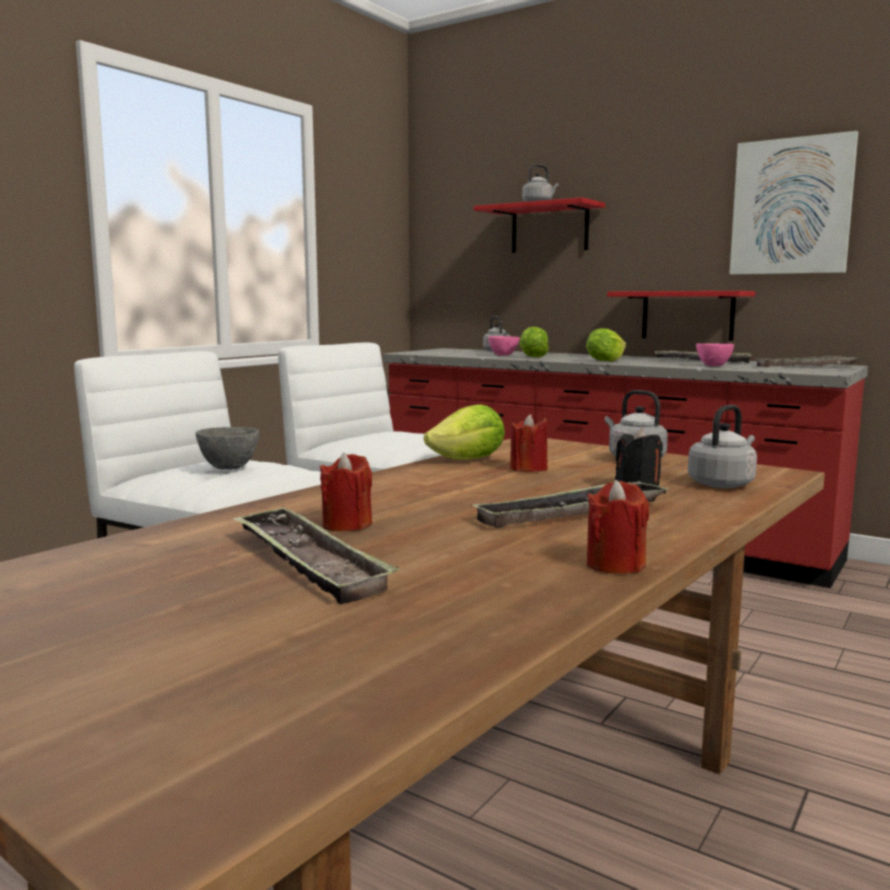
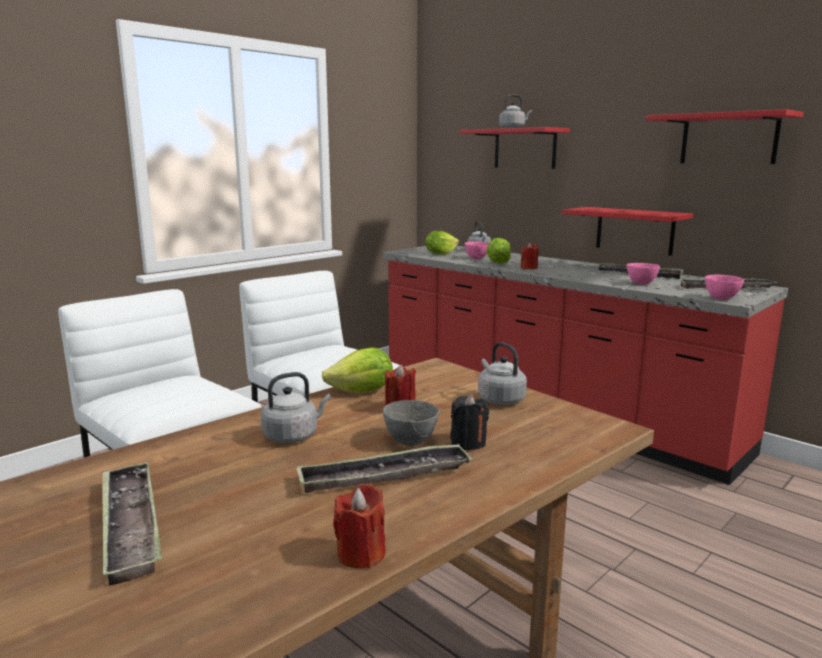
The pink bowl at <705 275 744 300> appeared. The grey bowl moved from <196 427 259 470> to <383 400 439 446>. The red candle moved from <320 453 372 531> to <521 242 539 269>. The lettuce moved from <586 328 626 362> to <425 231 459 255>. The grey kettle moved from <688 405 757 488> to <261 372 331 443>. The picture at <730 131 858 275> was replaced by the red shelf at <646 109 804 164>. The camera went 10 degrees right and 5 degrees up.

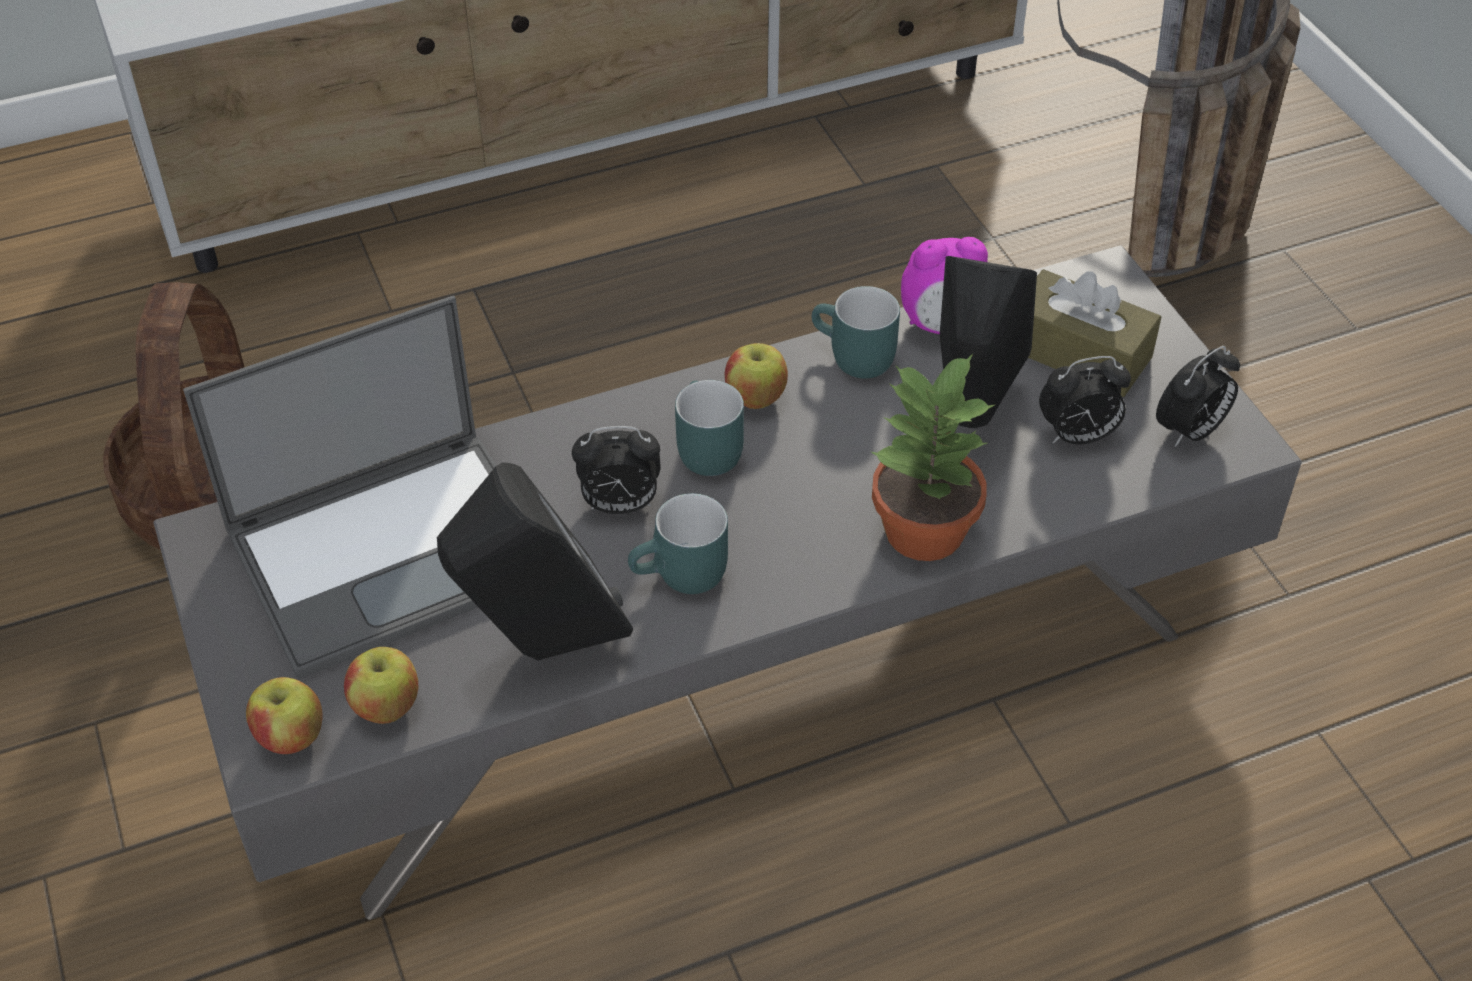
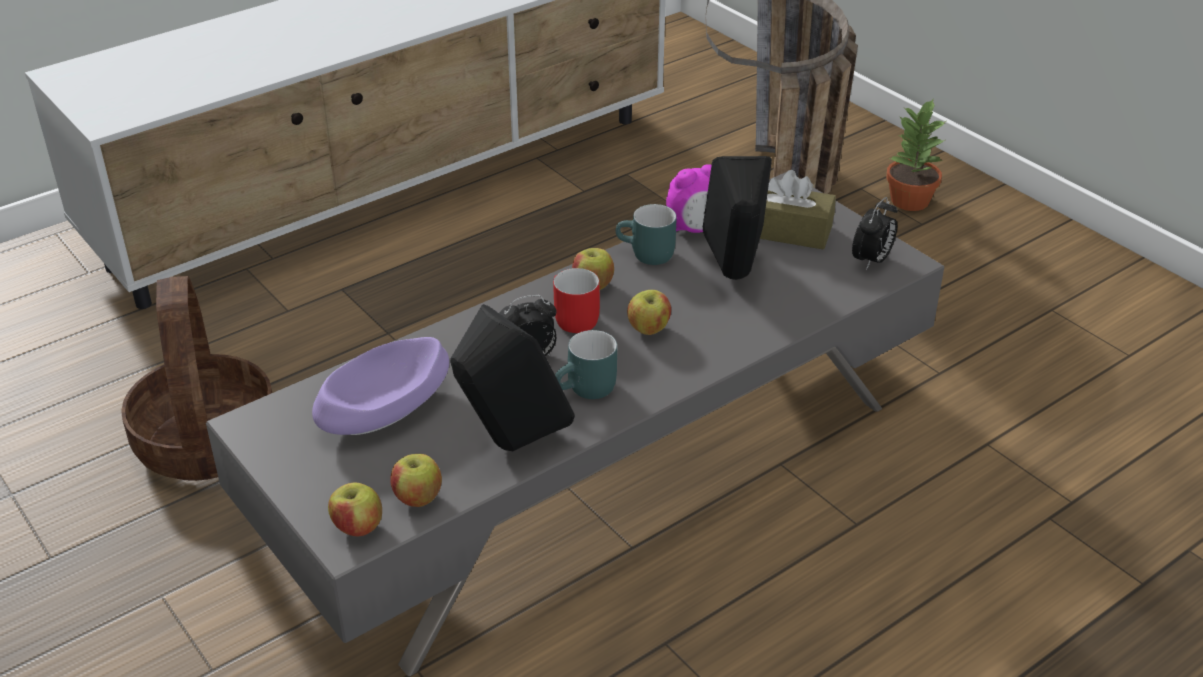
The alarm clock at <1039 356 1131 445> disappeared. The apple at <627 290 671 335> appeared. The potted plant moved from <871 354 996 561> to <886 98 946 211>. The laptop at <183 295 496 680> was replaced by the purple bowl at <312 337 449 435>. The turquoise mug at <675 380 744 476> became the red mug at <553 268 600 333>. The camera went 15 degrees left and 10 degrees down.

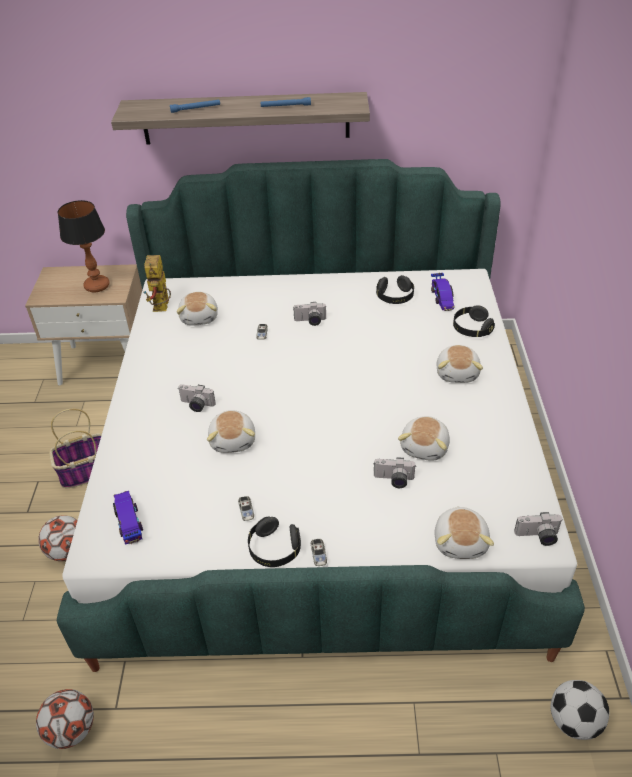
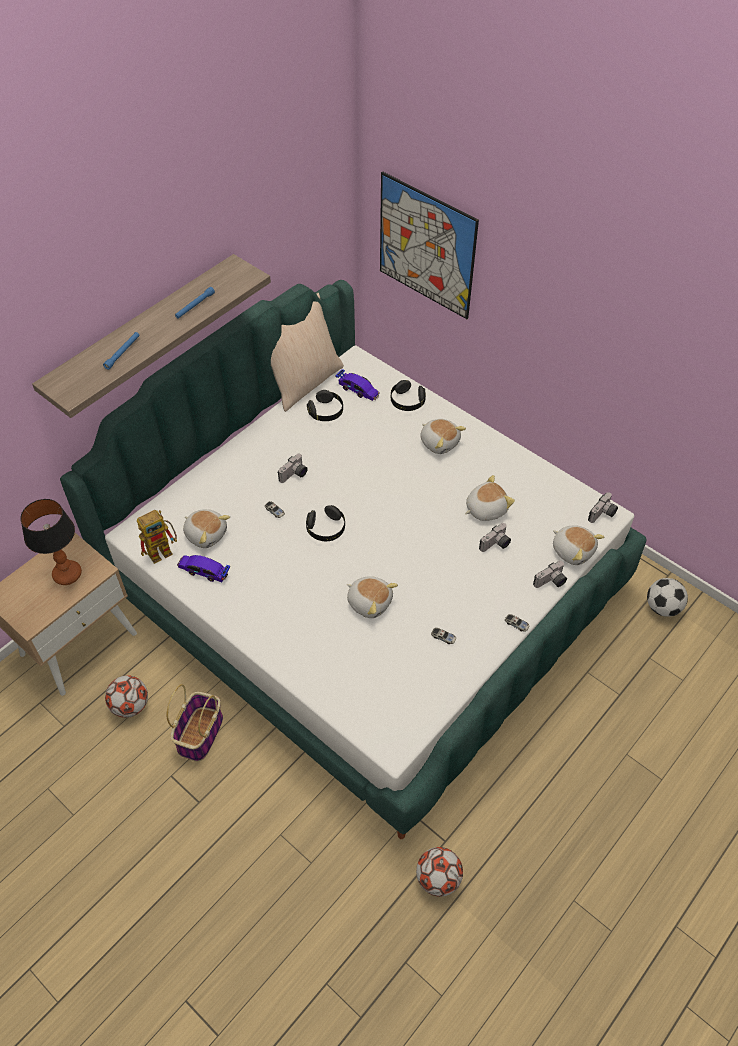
The beige pillow at <271 293 344 412> appeared. The picture at <380 171 479 319> appeared. The football moved from <38 515 78 561> to <105 675 148 718>. The toy car moved from <113 491 143 545> to <177 555 230 582>. The photo camera moved from <178 384 216 412> to <533 561 567 588>. The black headphones moved from <248 517 301 567> to <306 505 345 541>. The toy robot at <143 255 171 312> turned 75 degrees counterclockwise. The plush toy at <398 416 450 461> turned 90 degrees counterclockwise. The camera went 50 degrees left and 10 degrees up.

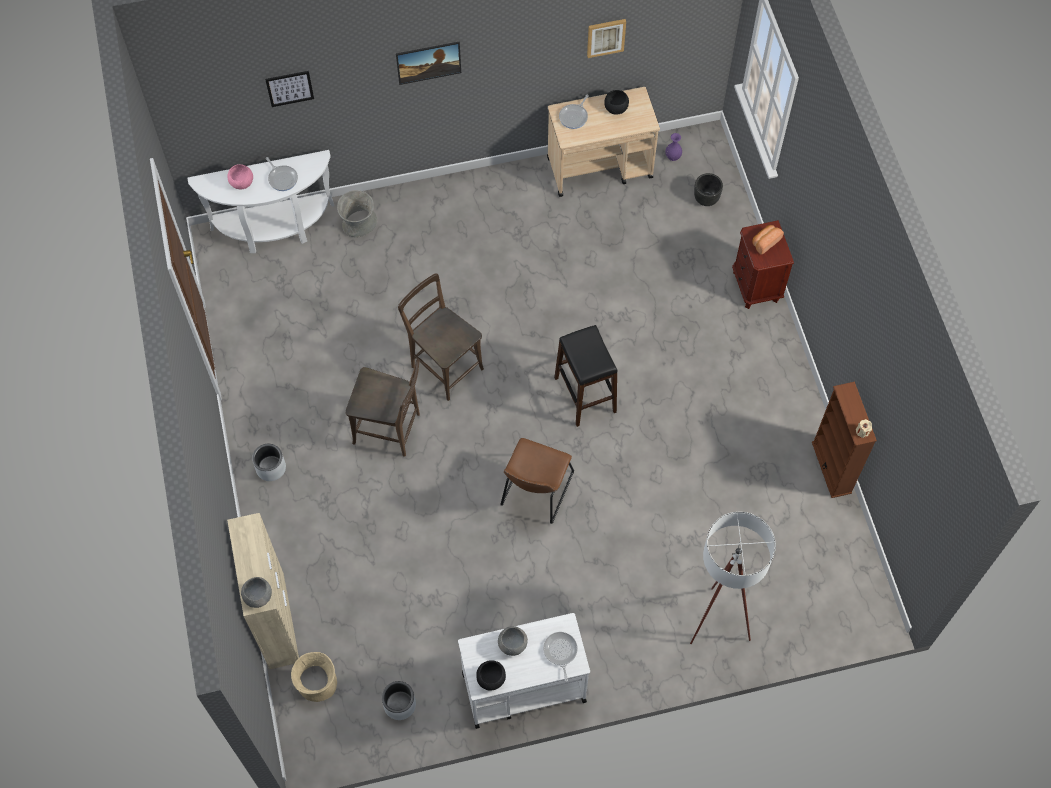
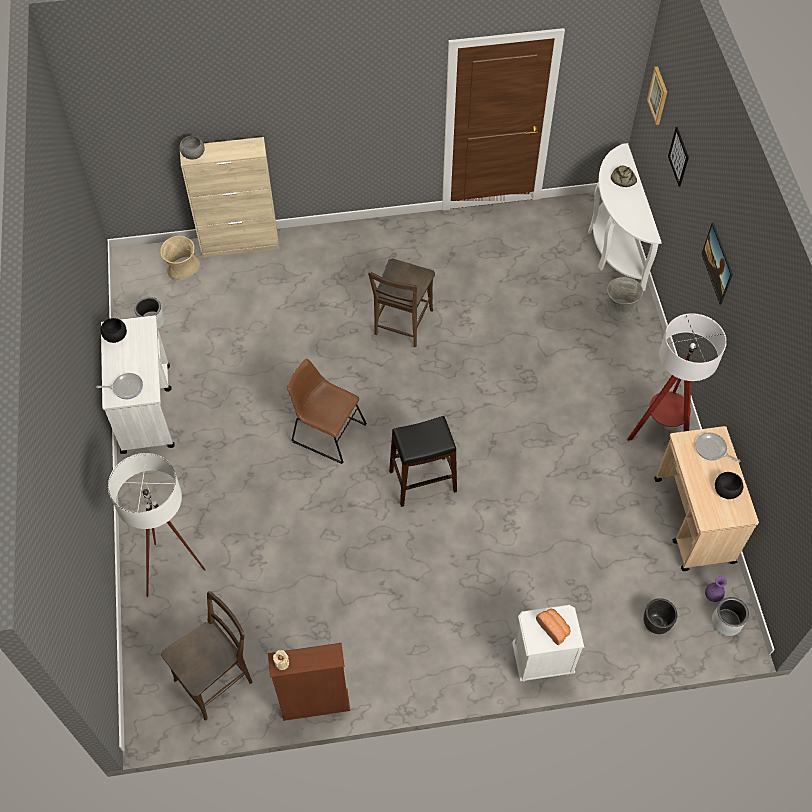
The frying pan at <266 157 298 191> disappeared. The grey bowl at <498 626 528 656> disappeared. The floor lamp at <627 313 727 441> appeared. The grey planter moved from <252 444 286 481> to <712 597 749 636>. The brown chair moved from <398 273 484 401> to <161 591 252 721>. The picture moved from <587 19 626 58> to <647 67 667 125>. The pink bowl at <227 164 253 189> was replaced by the bread at <611 166 637 187>. The brown nightstand at <732 220 794 309> became the white nightstand at <512 605 584 682>. The camera went 95 degrees right and 5 degrees down.

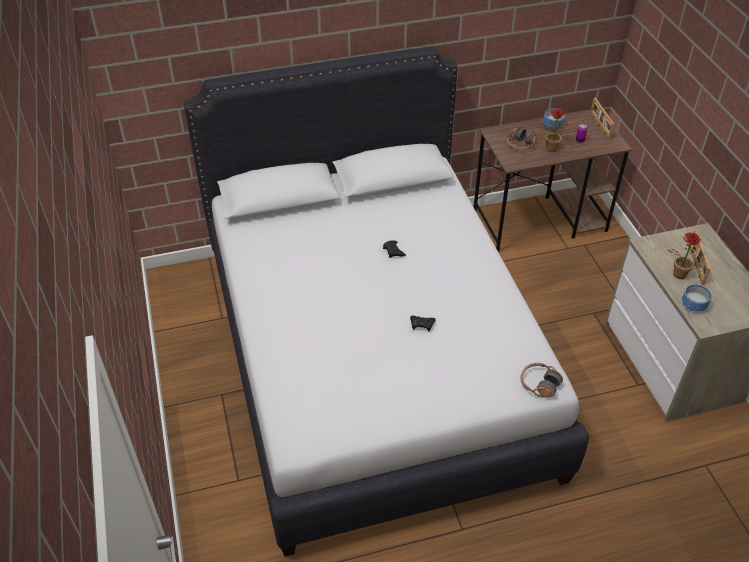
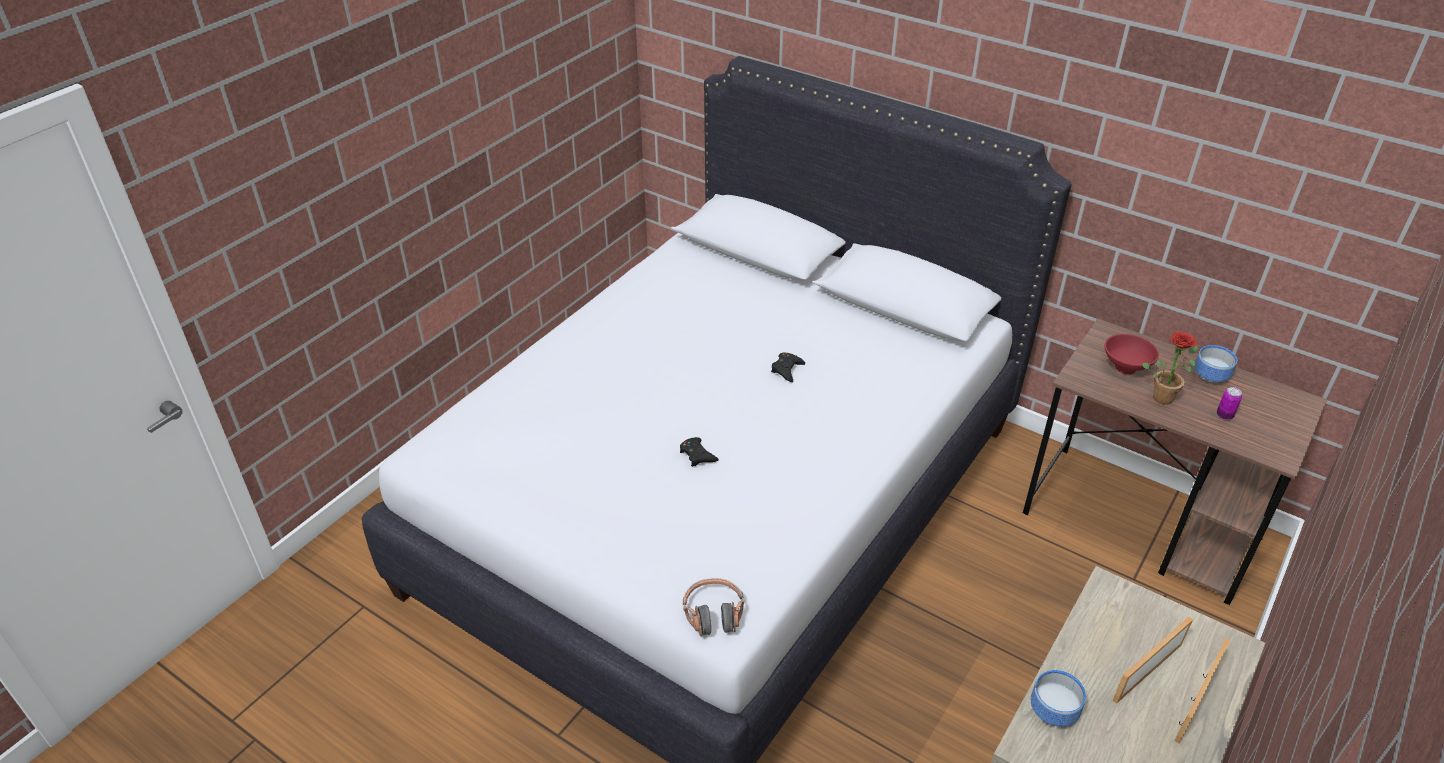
The potted plant at <667 233 703 279> disappeared. The picture frame moved from <590 97 614 140> to <1175 638 1231 743>. The headphones at <507 127 537 150> was replaced by the red bowl at <1105 334 1159 375>. The camera went 50 degrees right and 5 degrees down.

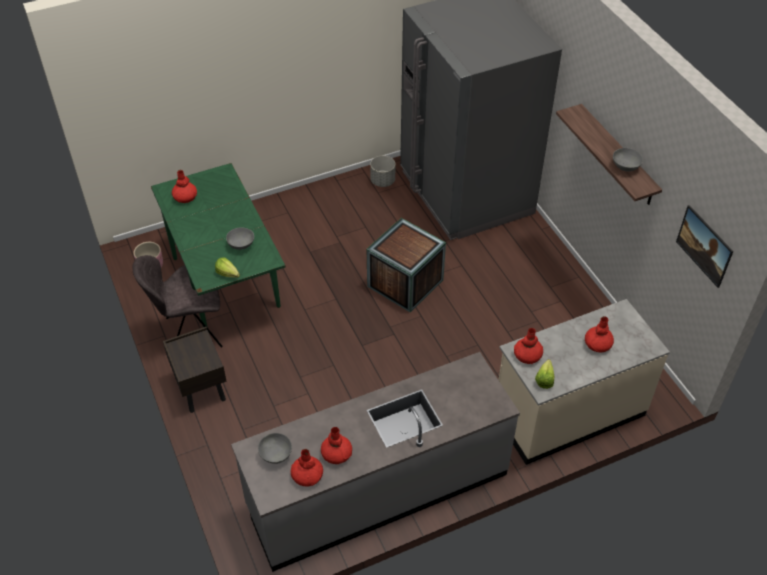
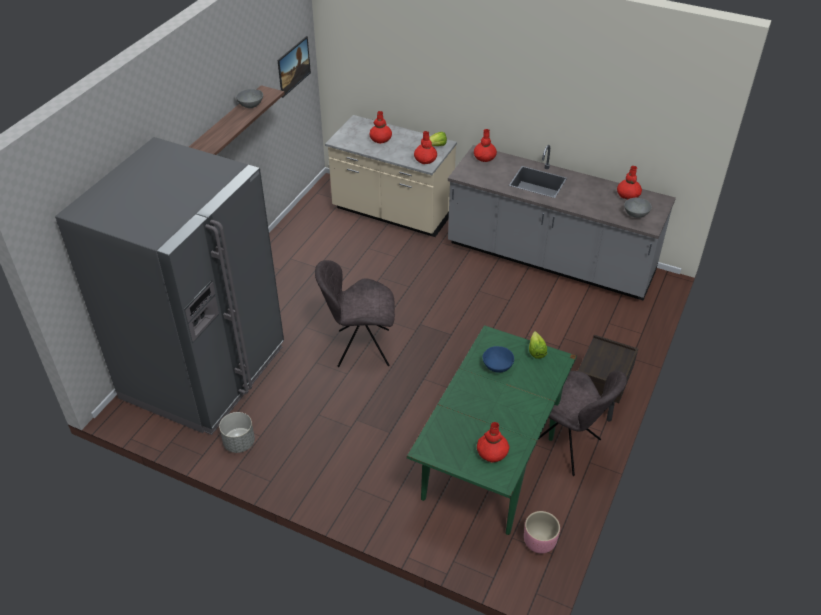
The red vase moved from <321 427 352 464> to <474 129 497 162>. The crate at <367 218 446 313> was replaced by the grey chair at <315 260 395 367>. The grey bowl at <226 227 254 250> became the blue bowl at <483 346 514 373>. The camera went 130 degrees left and 5 degrees down.

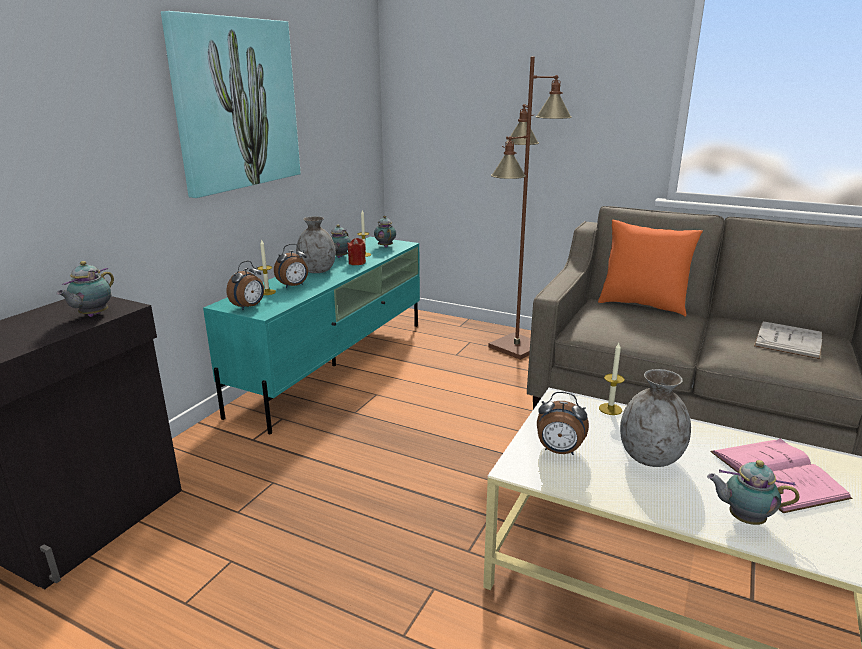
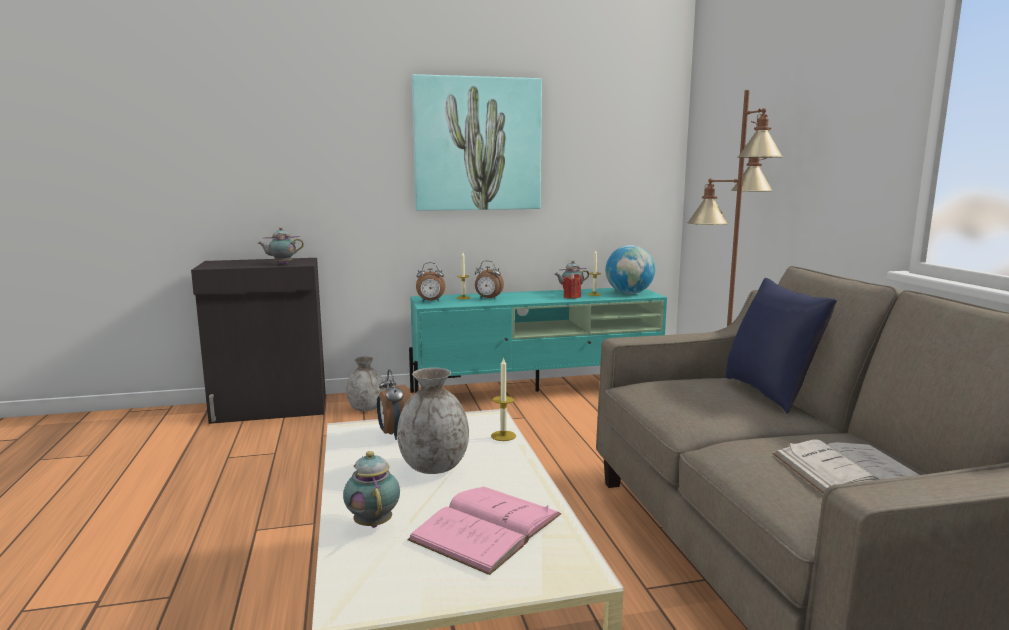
The grey vase moved from <296 216 336 273> to <346 356 384 411>. The teapot at <374 216 396 248> was replaced by the globe at <606 245 655 294>. The orange pillow at <598 220 703 317> became the blue pillow at <725 278 837 414>. The camera went 50 degrees right and 10 degrees down.

